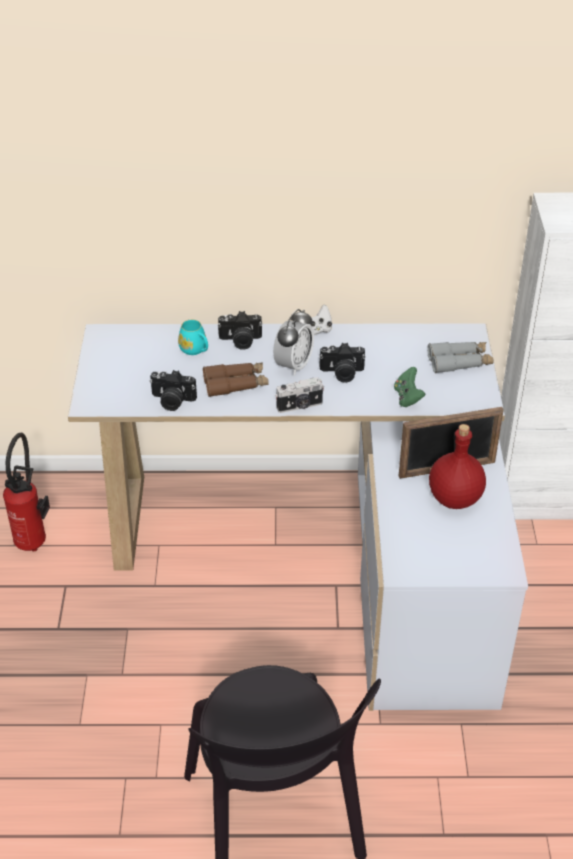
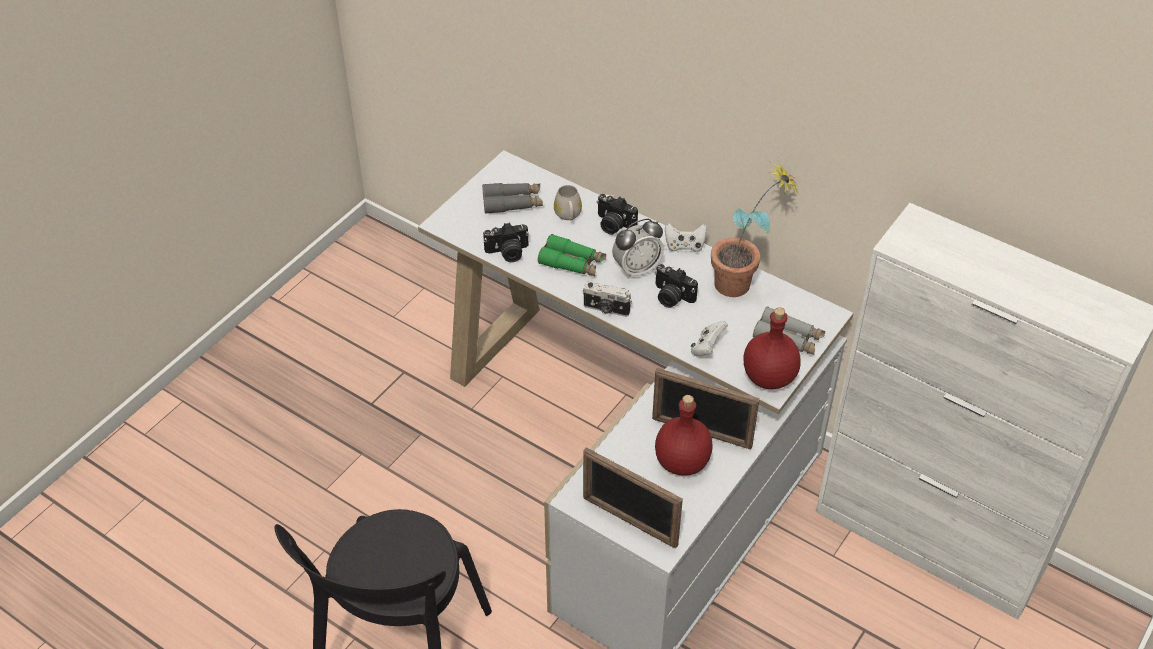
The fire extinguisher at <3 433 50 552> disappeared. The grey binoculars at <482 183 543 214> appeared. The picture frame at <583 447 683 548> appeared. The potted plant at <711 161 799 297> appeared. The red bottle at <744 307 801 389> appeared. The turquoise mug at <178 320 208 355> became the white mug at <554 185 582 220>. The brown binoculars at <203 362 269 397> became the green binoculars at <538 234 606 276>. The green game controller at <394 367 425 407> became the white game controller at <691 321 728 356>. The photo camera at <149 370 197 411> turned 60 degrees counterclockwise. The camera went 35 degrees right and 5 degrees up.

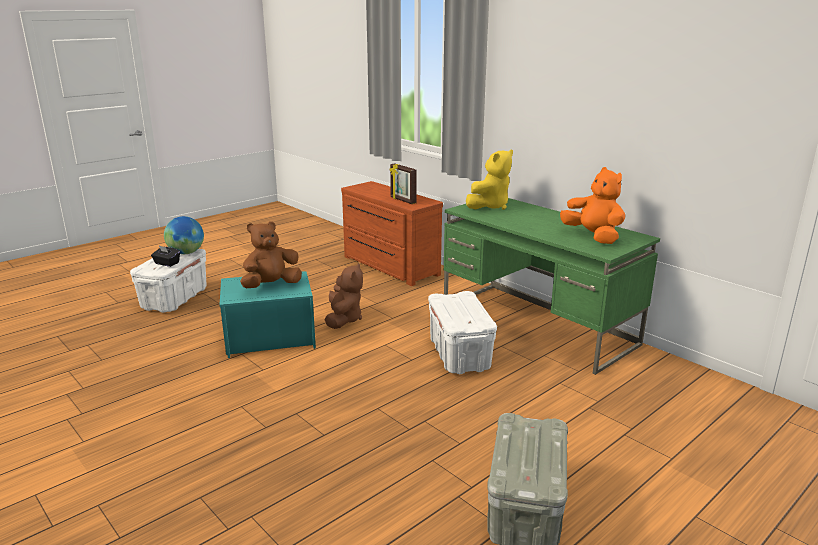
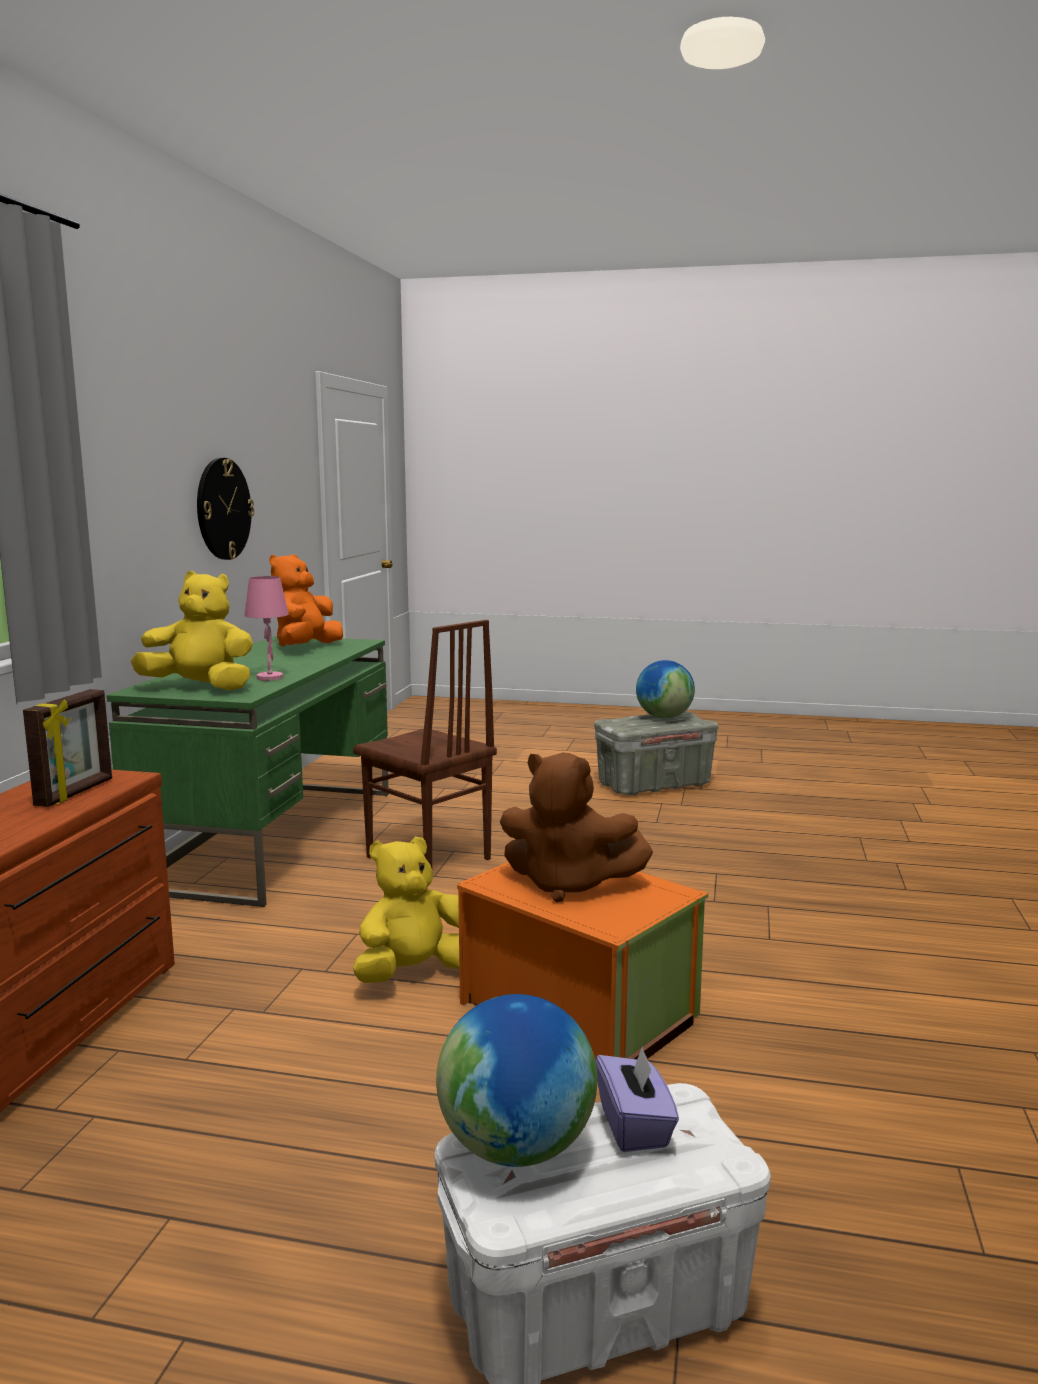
The wall clock at <197 458 254 560> appeared. The pink table lamp at <244 576 289 681> appeared. The globe at <636 660 695 718> appeared. The white storage box at <428 291 497 374> was replaced by the brown chair at <353 620 497 868>. The black tissue box at <151 245 180 267> became the purple tissue box at <595 1046 679 1152>. The turquoise storage box at <219 271 316 358> became the orange storage box at <457 862 708 1062>. The brown plush toy at <325 263 363 329> became the yellow plush toy at <353 837 459 983>. The camera went 125 degrees left and 10 degrees down.

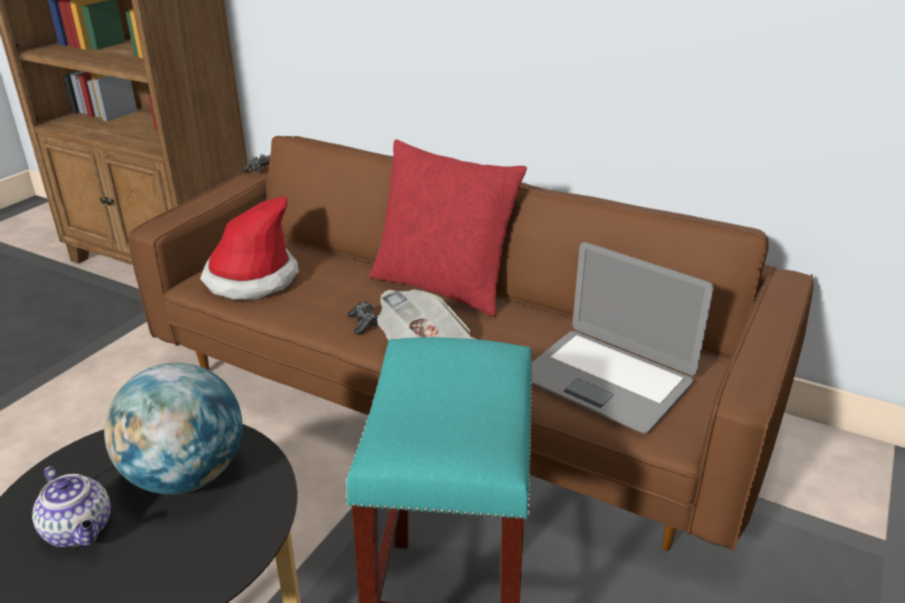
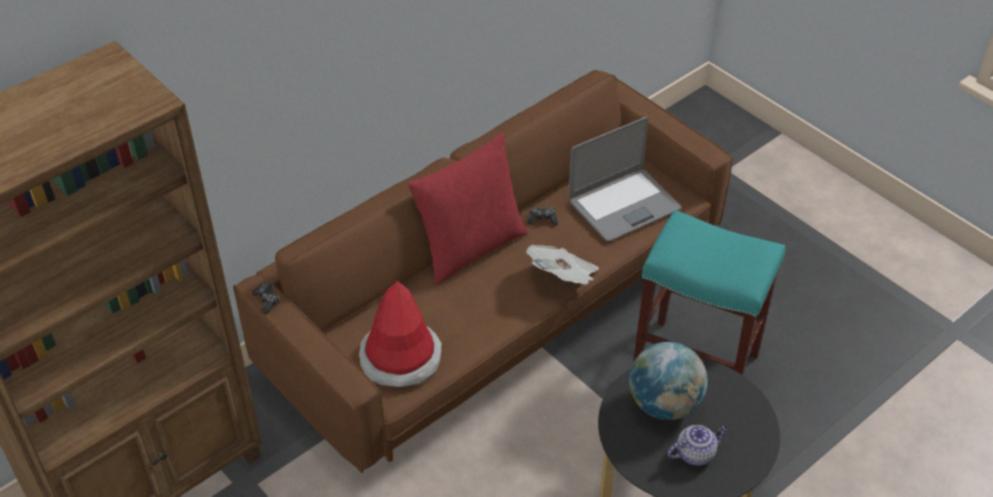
The game controller moved from <348 302 378 335> to <527 206 558 225>. The camera went 70 degrees left and 15 degrees up.

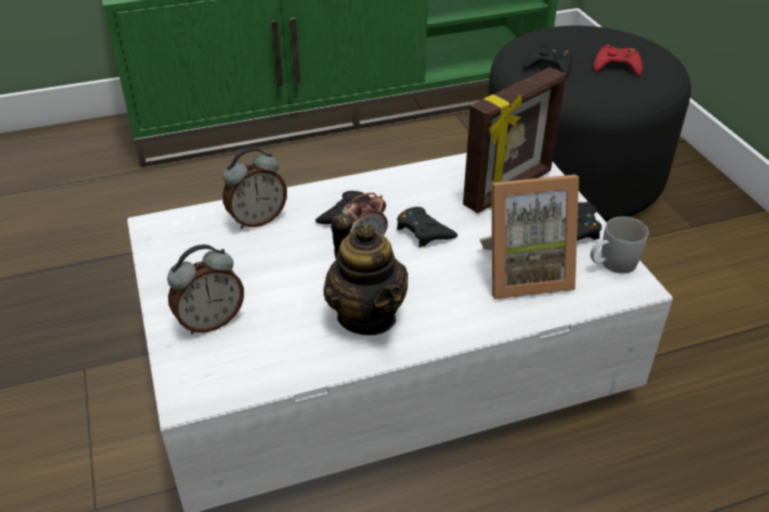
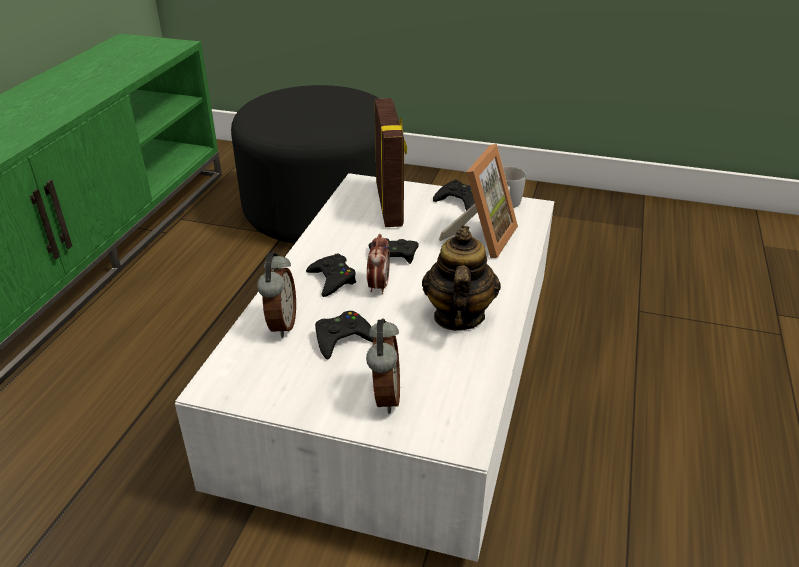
The red game controller at <594 45 643 76> disappeared. The black game controller moved from <523 44 572 77> to <315 311 374 359>. The teapot at <324 214 408 335> turned 90 degrees counterclockwise. The camera went 55 degrees left and 5 degrees down.

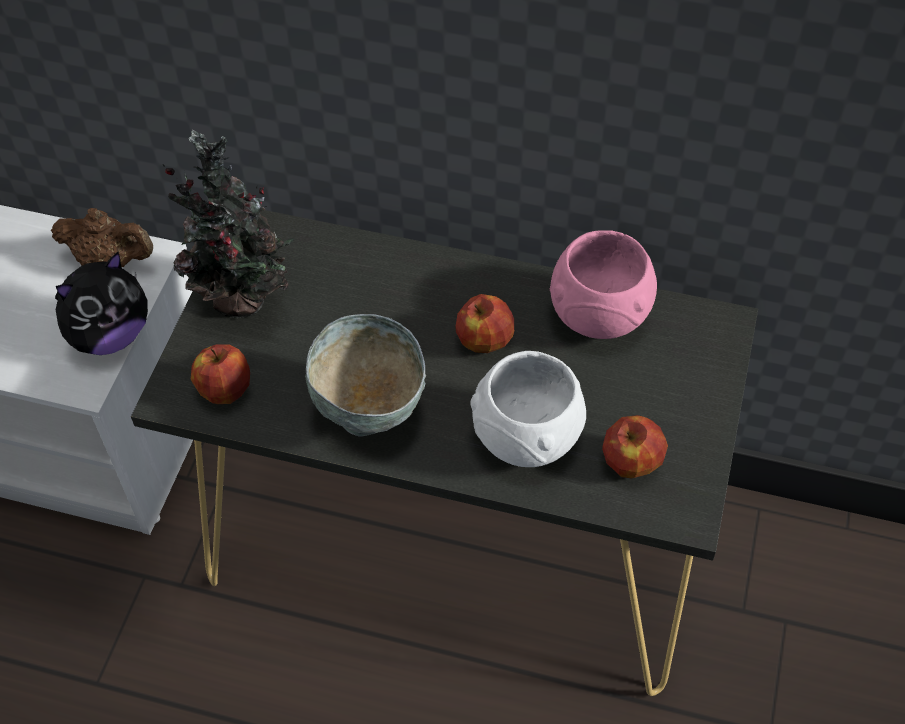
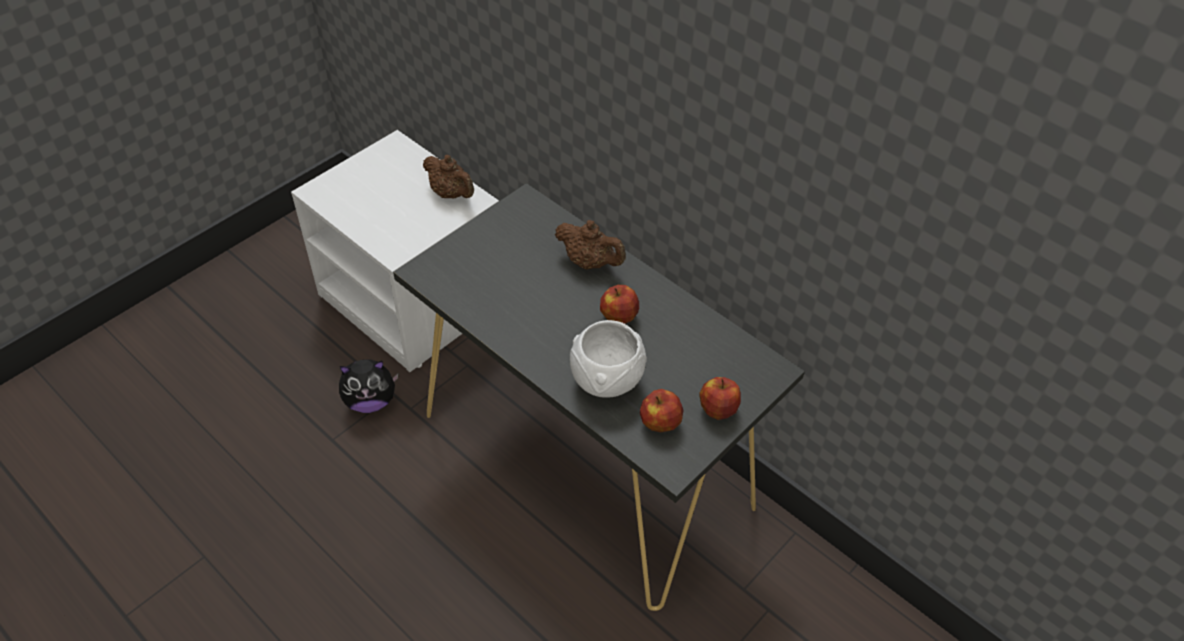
The potted plant at <163 130 295 318> disappeared. The grey bowl at <305 314 426 437> disappeared. The pink bowl at <550 230 657 339> disappeared. The brown teapot at <555 220 626 269> appeared. The plush toy moved from <55 252 148 355> to <339 360 399 413>. The apple moved from <191 345 250 404> to <700 377 741 420>. The camera went 25 degrees right and 5 degrees down.

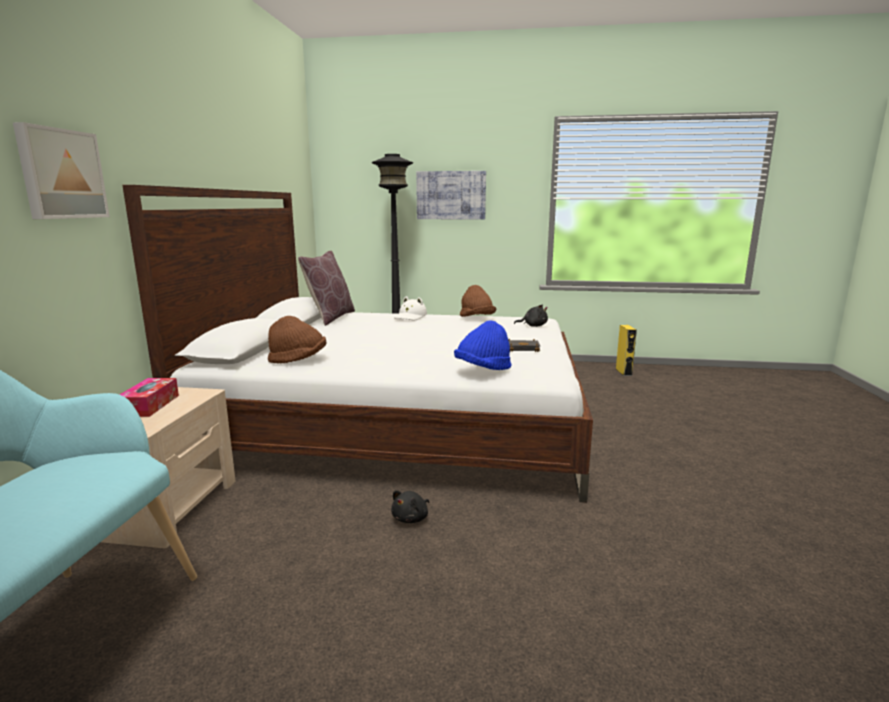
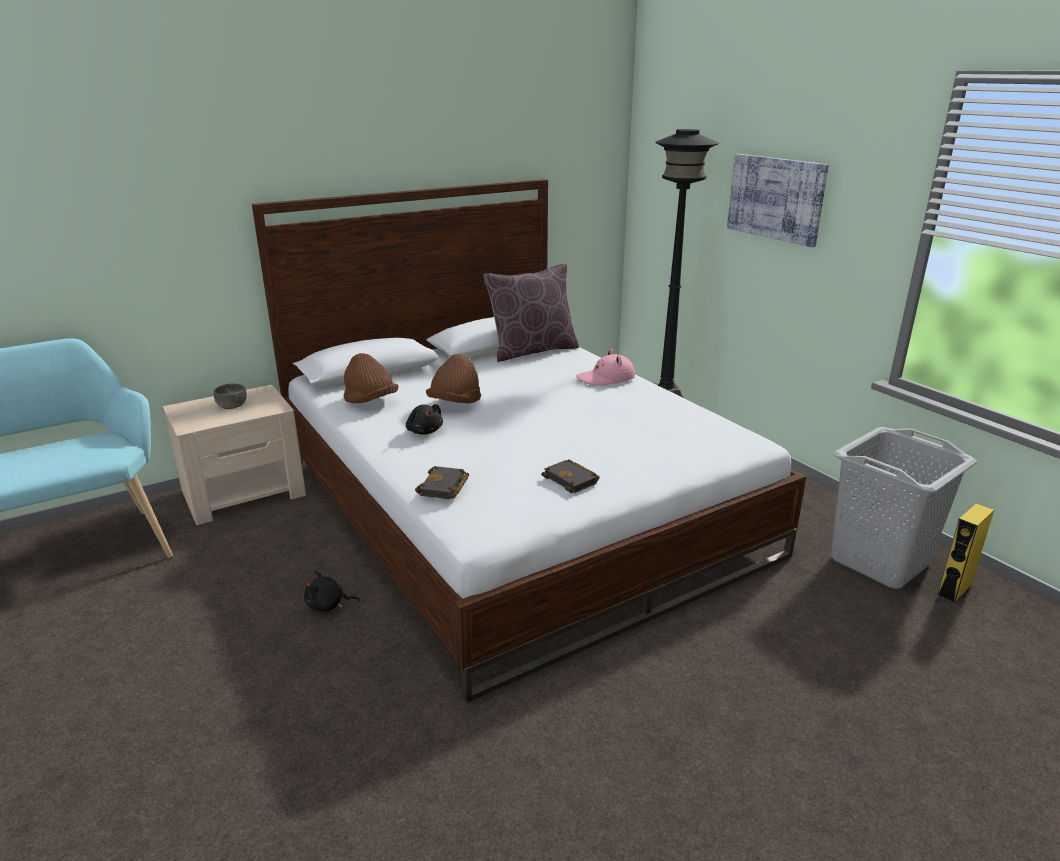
The picture at <13 122 110 219> disappeared. The grey laundry basket at <831 427 977 589> appeared. The brown hat moved from <460 285 496 317> to <426 354 481 404>. The black plush toy moved from <514 305 548 327> to <406 404 443 435>. The tissue box at <120 378 179 417> was replaced by the grey bowl at <214 383 247 409>. The blue hat at <454 320 511 370> was replaced by the black book at <415 466 469 499>. The white hat at <394 296 427 320> became the pink hat at <576 349 635 386>. The camera went 50 degrees right and 10 degrees up.

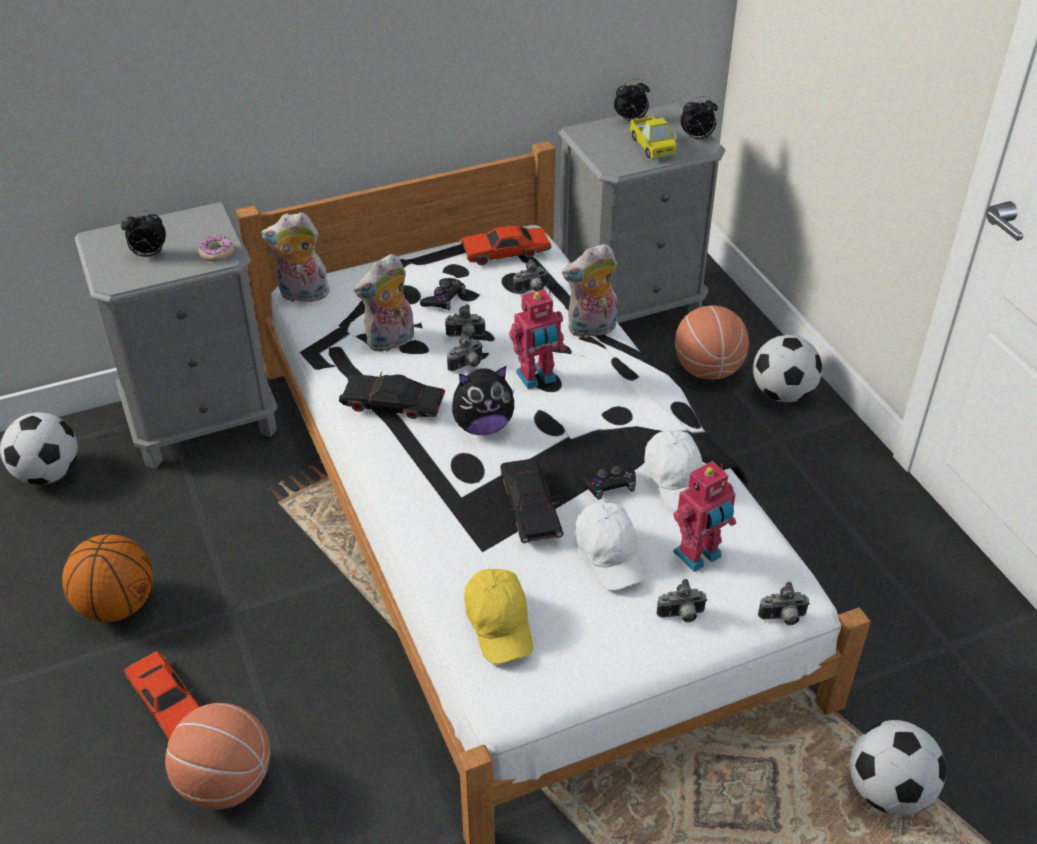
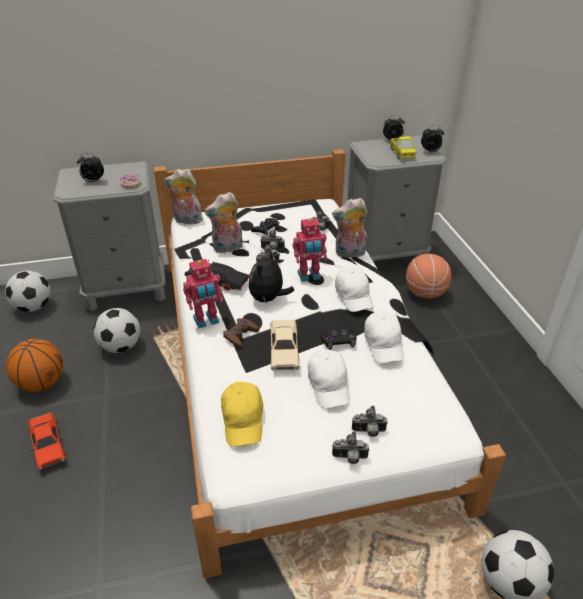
The basketball at <165 703 270 809> disappeared. The red toy car at <460 225 552 265> disappeared. The brown game controller at <223 318 259 348> appeared. The white cap at <335 267 374 312> appeared. The toy robot moved from <673 461 736 572> to <183 259 223 328>. The football moved from <753 335 822 402> to <93 308 140 353>. The photo camera moved from <758 582 810 625> to <332 431 369 464>. The black toy car at <500 458 563 543> became the beige toy car at <267 320 302 370>. The plush toy at <452 366 514 435> turned 120 degrees clockwise. The camera went 10 degrees right and 5 degrees down.

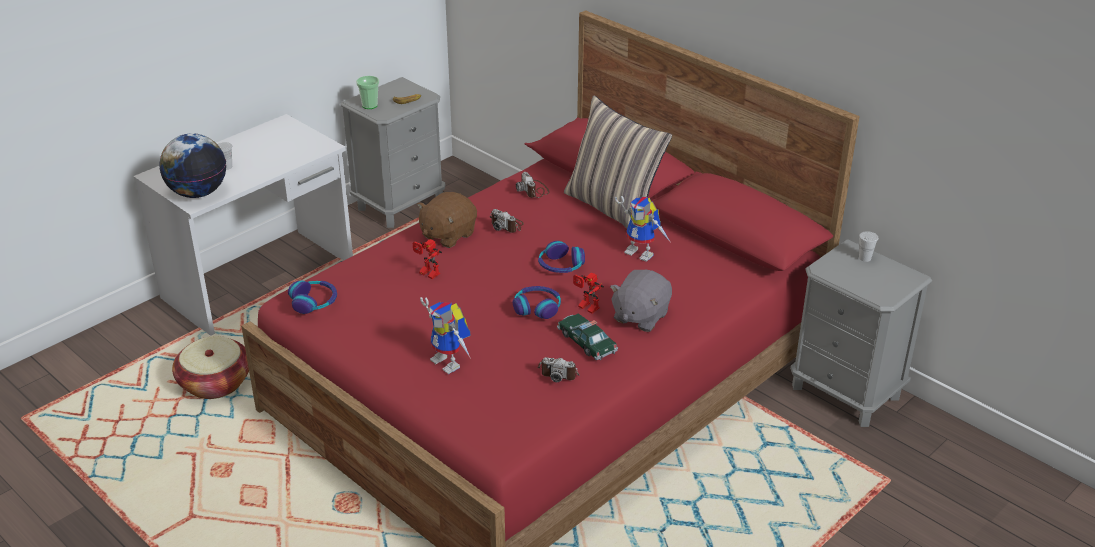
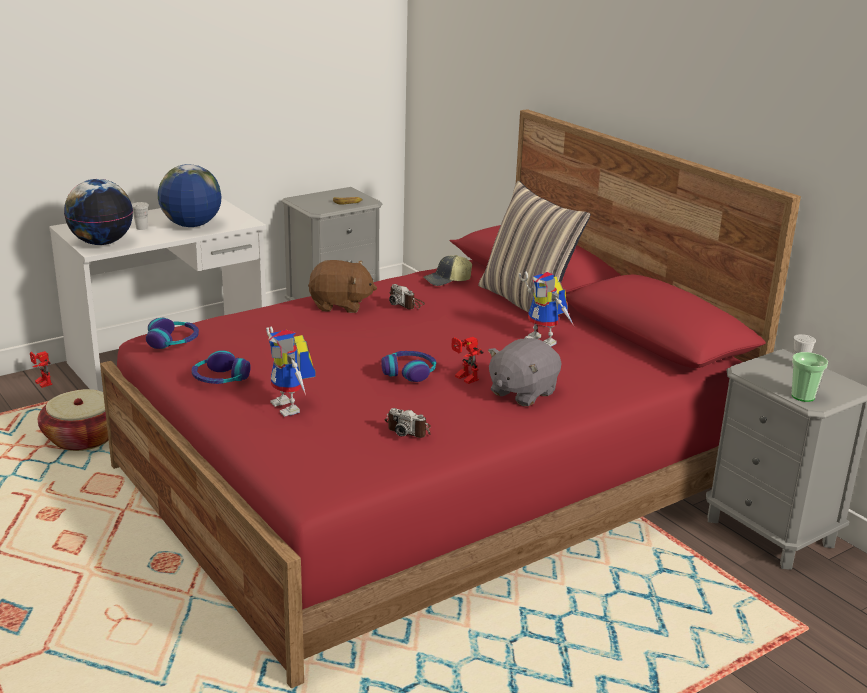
The toy car at <557 313 618 361> disappeared. The globe at <158 164 221 227> appeared. The cup moved from <356 76 379 109> to <791 352 828 402>. The toy robot moved from <413 239 442 279> to <30 351 52 388>. The headphones moved from <538 241 585 273> to <192 350 251 384>. The photo camera at <516 172 550 198> was replaced by the cap at <424 255 472 286>. The brown plush toy at <417 192 477 248> turned 135 degrees counterclockwise. The camera went 10 degrees right and 10 degrees down.

